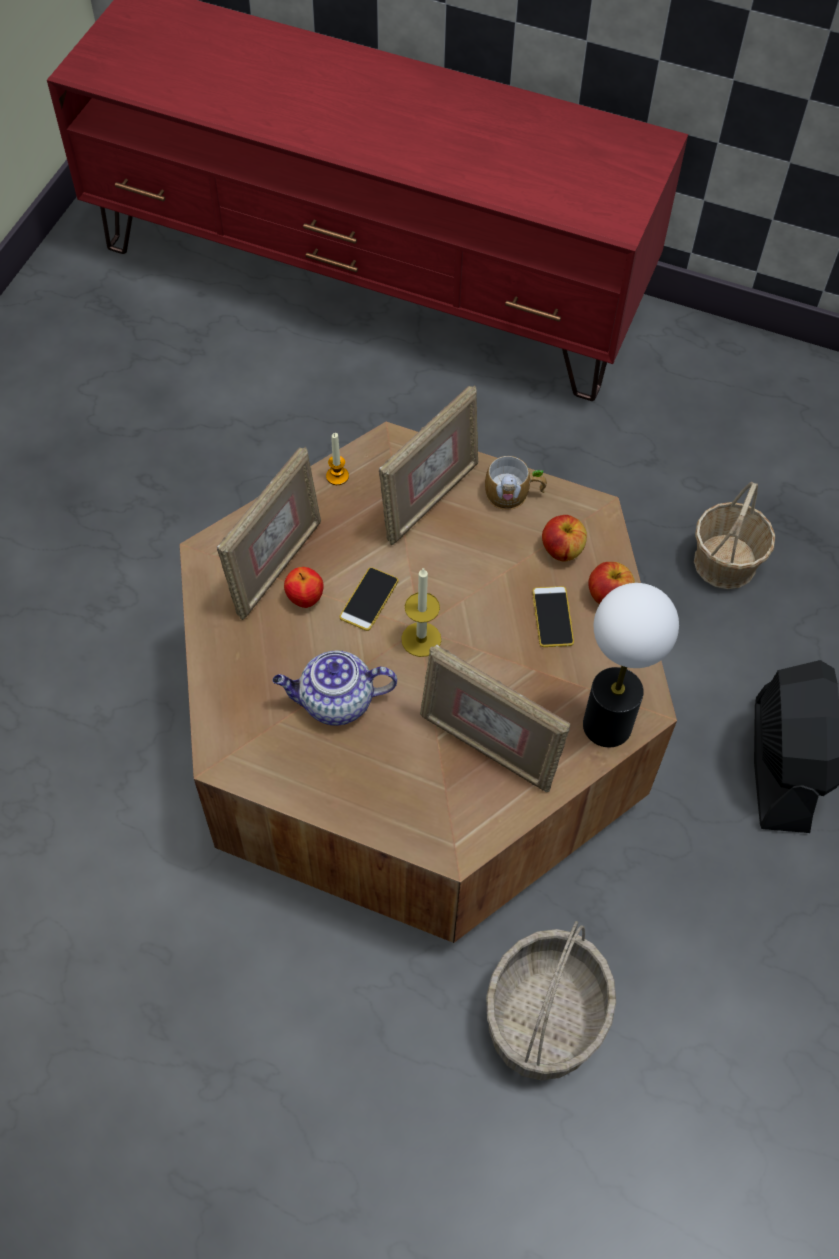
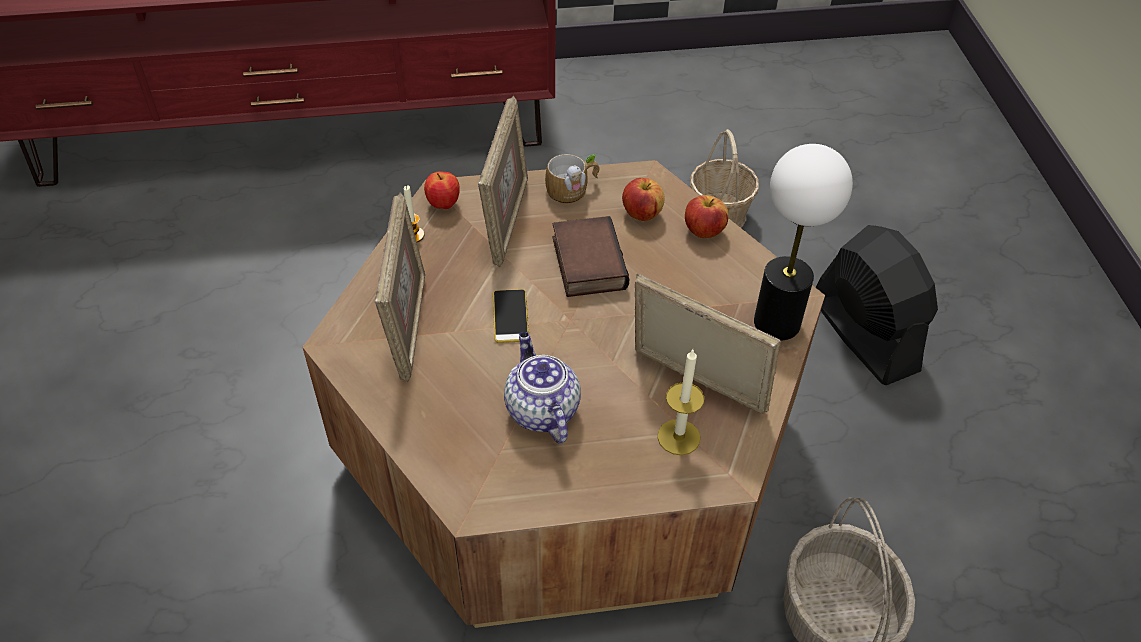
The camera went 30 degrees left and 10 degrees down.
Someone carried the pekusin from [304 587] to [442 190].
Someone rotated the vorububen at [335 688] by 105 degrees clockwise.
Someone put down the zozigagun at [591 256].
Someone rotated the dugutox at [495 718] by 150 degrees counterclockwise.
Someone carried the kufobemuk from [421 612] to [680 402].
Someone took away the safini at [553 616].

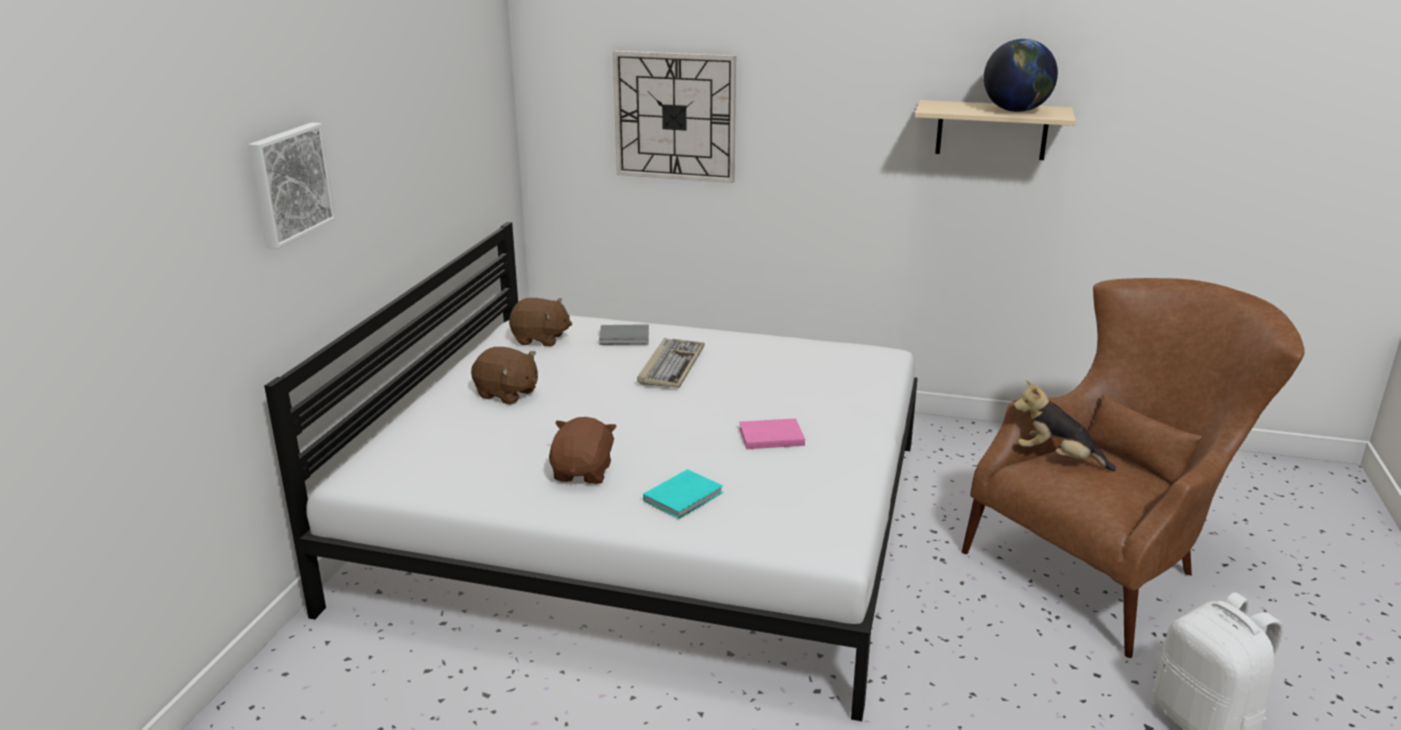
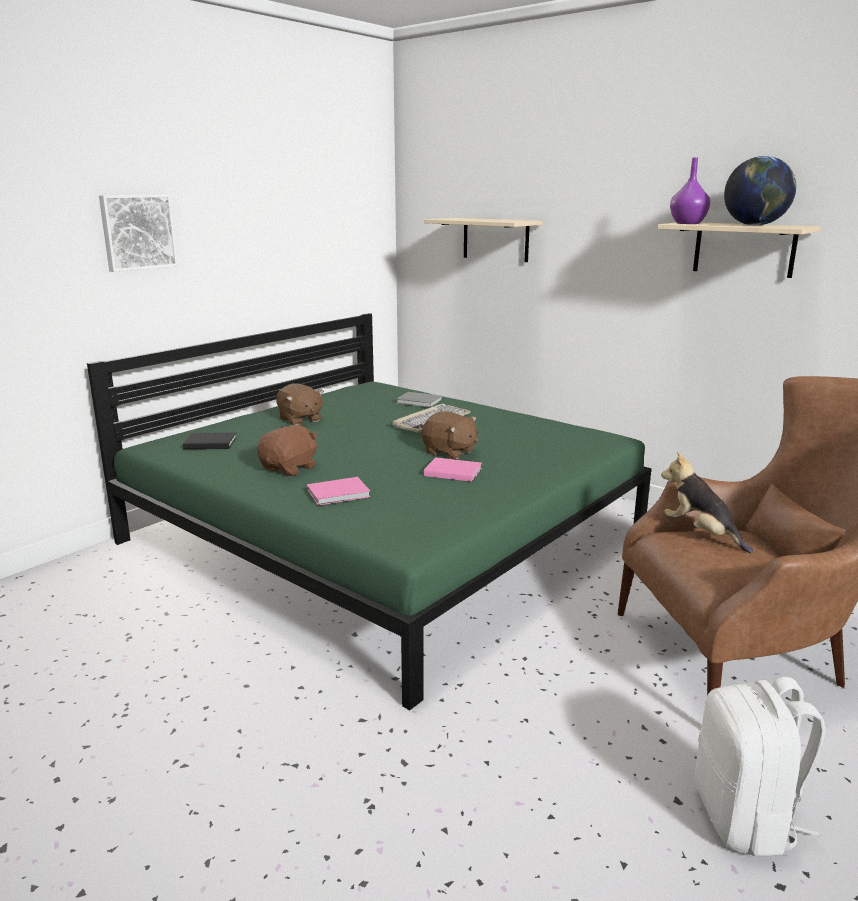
The camera went 25 degrees right and 5 degrees down.
Someone repainted the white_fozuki at [591 471], which became the green_fozuki at [369 511].
Someone put down the black_zozigagun at [210 440].
Someone repainted the turquoise_zozigagun at [683 494], which became the pink_zozigagun at [338 491].
Someone carried the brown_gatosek from [540 322] to [450 435].
Someone swapped the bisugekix at [674 117] for the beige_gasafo at [483 240].
Someone put down the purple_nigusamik at [690 191].

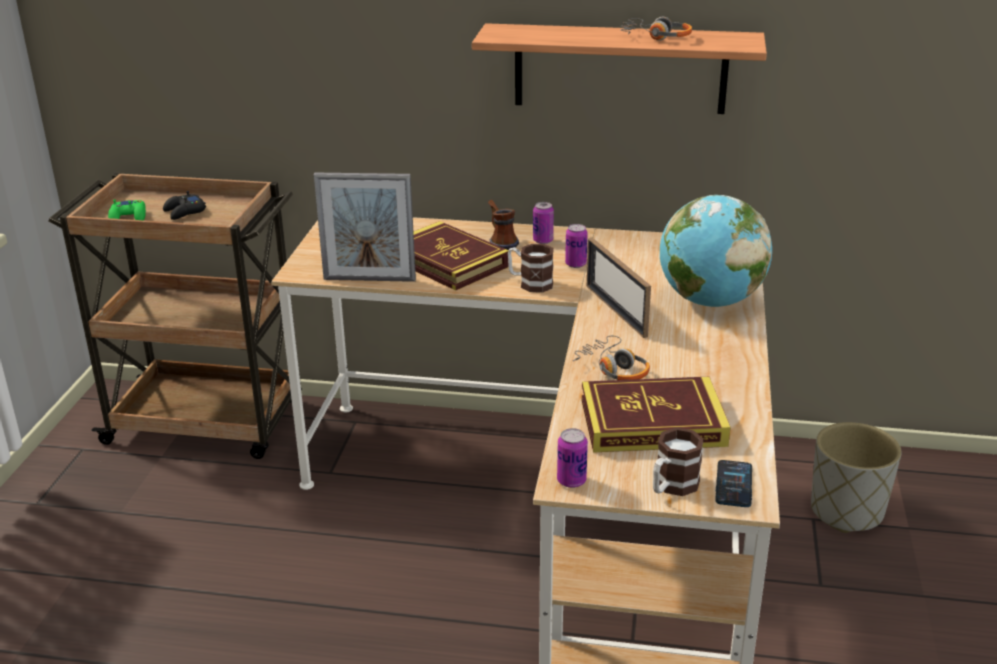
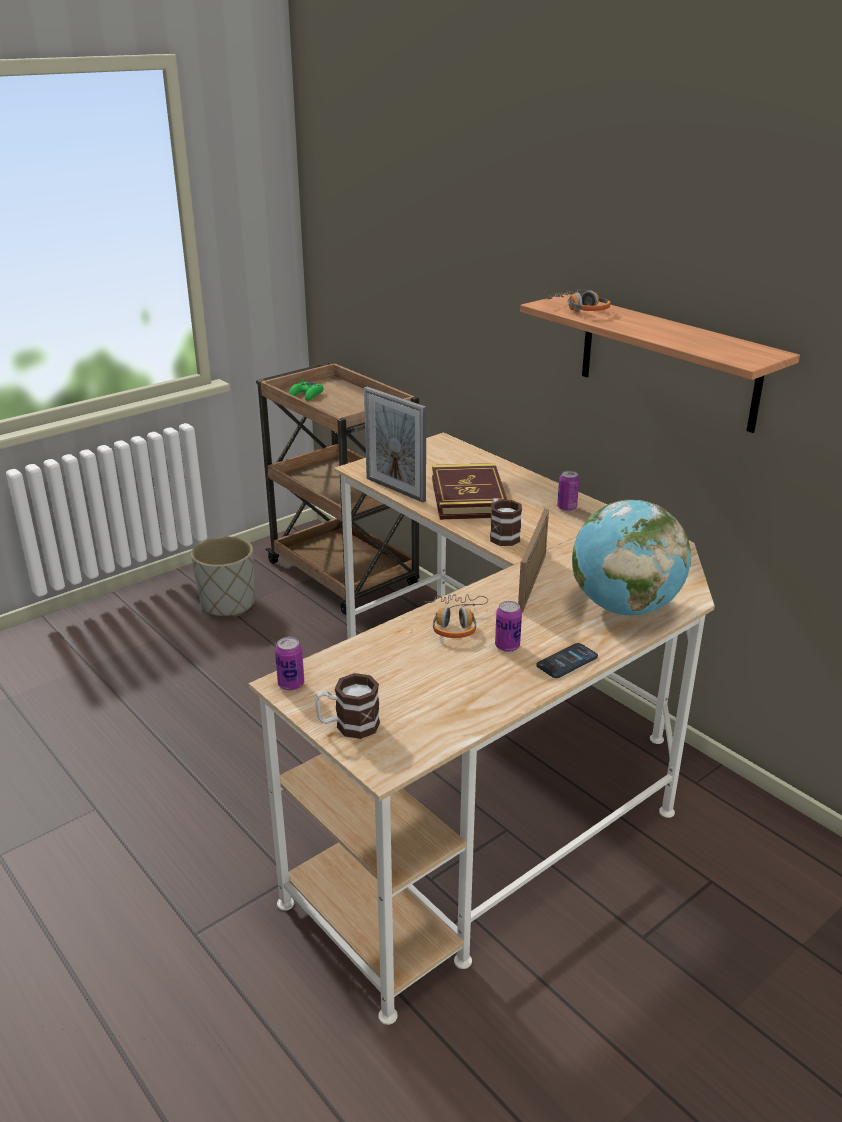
The camera went 40 degrees right and 0 degrees up.
Someone carried the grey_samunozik from [856 477] to [223 577].
Someone carried the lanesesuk from [576 246] to [508 626].
Someone carried the safini from [733 483] to [567 660].
Someone carried the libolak from [656 29] to [579 300].
Someone took away the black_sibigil at [184 205].
Someone took away the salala at [503 225].
Someone took away the zozigagun at [656 415].

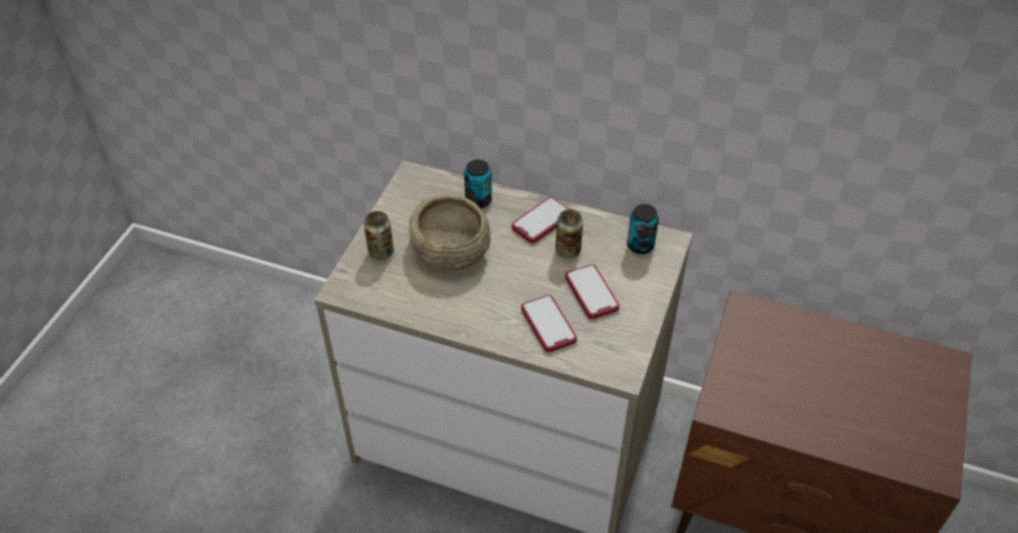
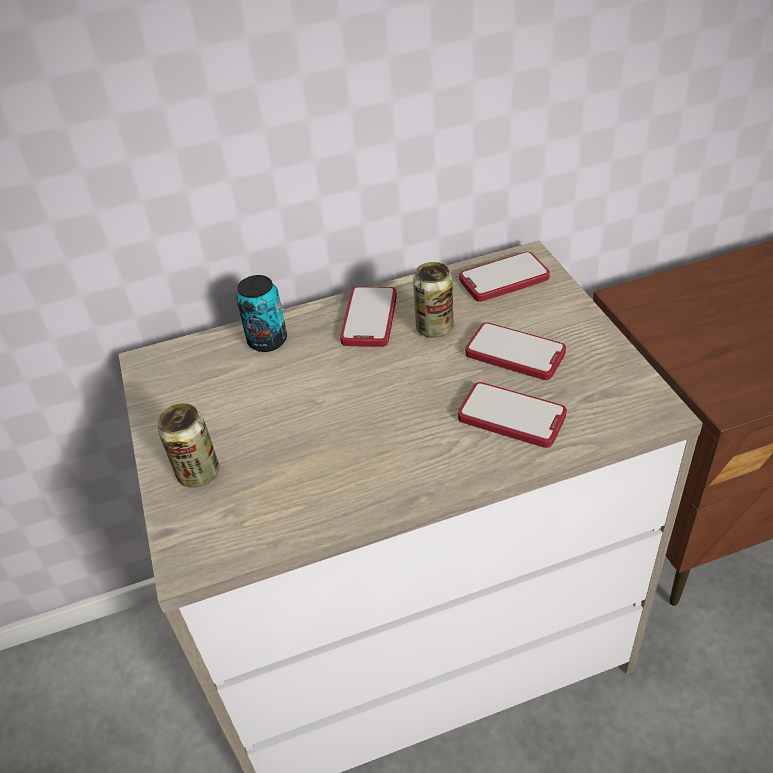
The camera went 35 degrees left and 5 degrees down.
Someone swapped the lanesesuk at [643 229] for the safini at [504 277].
Someone took away the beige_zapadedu at [450 232].

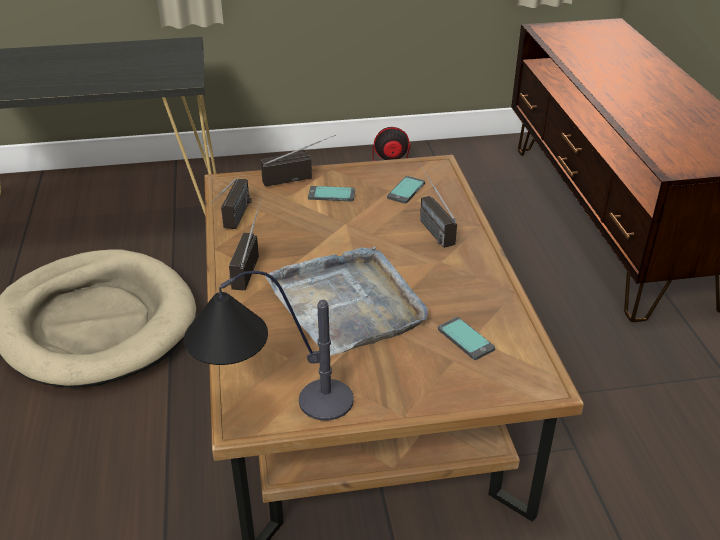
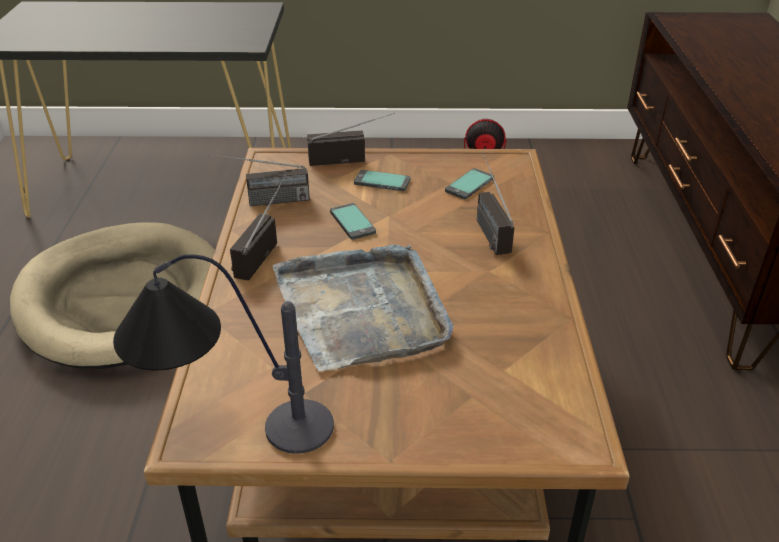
The camera went 10 degrees right and 0 degrees up.
Someone rotated the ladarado at [231 204] by 60 degrees clockwise.
Someone carried the safini from [466 338] to [353 221].

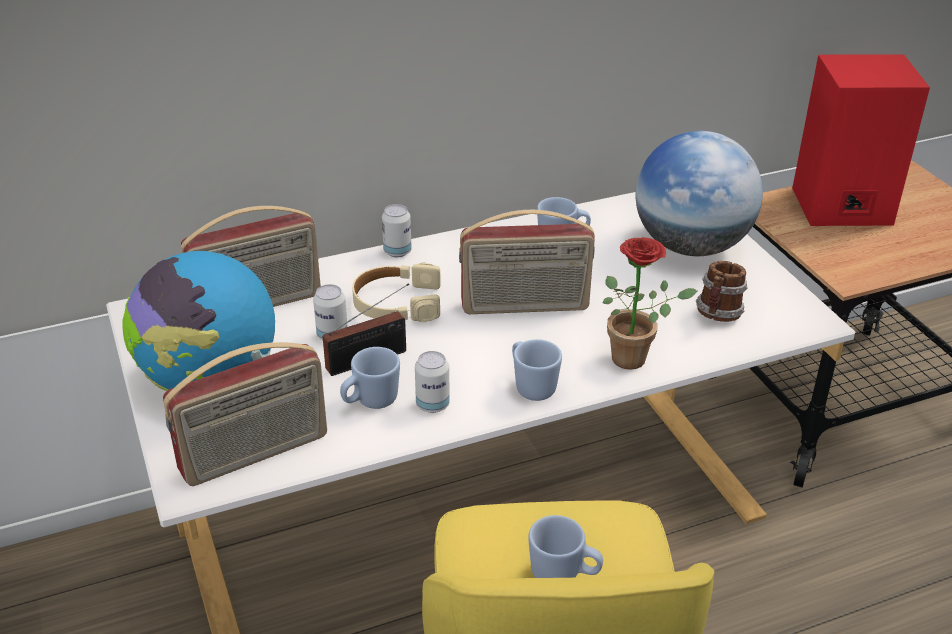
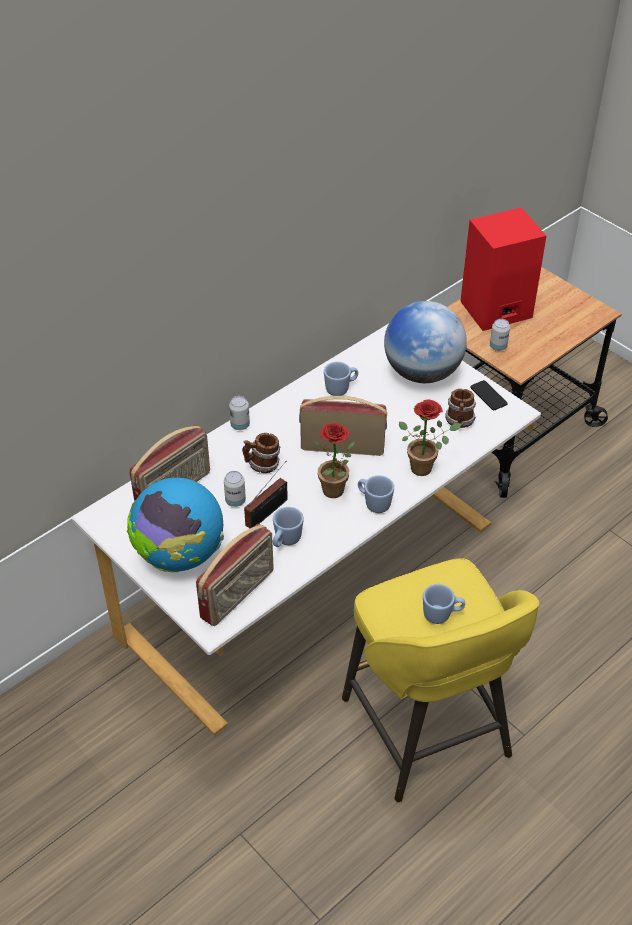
The camera went 20 degrees left and 10 degrees up.
Someone swapped the beige_libolak at [396 292] for the salala at [261 453].
Someone rotated the ladarado at [527 262] by 150 degrees counterclockwise.
Someone put down the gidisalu at [334 460].
Someone put down the safini at [488 395].
Someone carried the lanesesuk from [432 382] to [500 335].

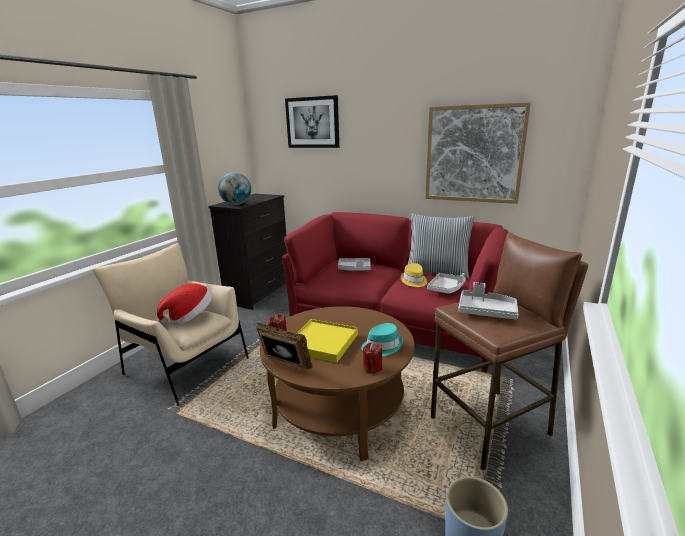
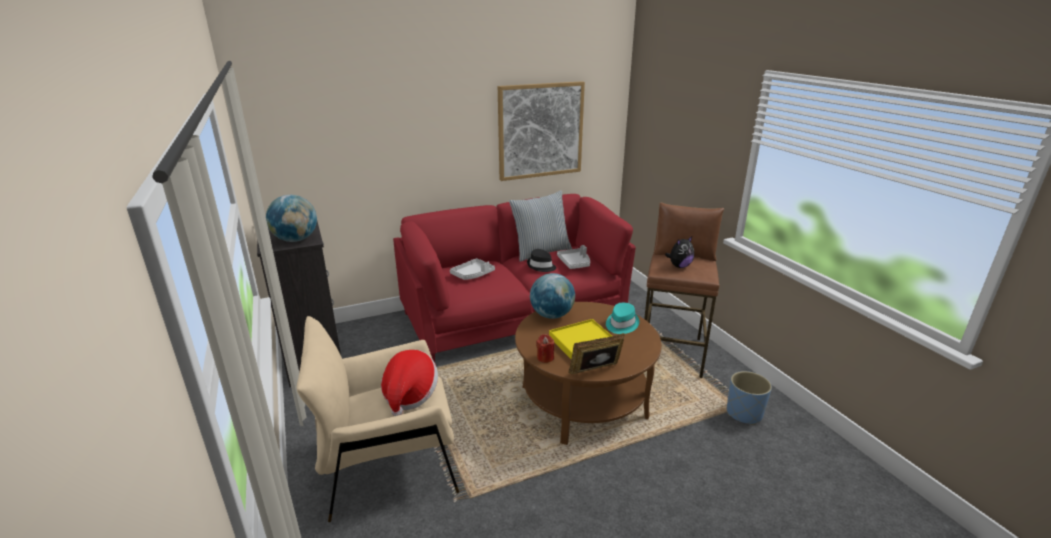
The camera went 50 degrees left and 5 degrees up.
Someone repainted the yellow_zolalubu at [413 275], which became the black_zolalubu at [541 260].
Someone put down the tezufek at [552 296].
Someone swapped the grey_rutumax at [488 300] for the gatosek at [679 252].
Someone took away the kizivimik at [312 121].
Someone took away the red_kufobemuk at [373 358].

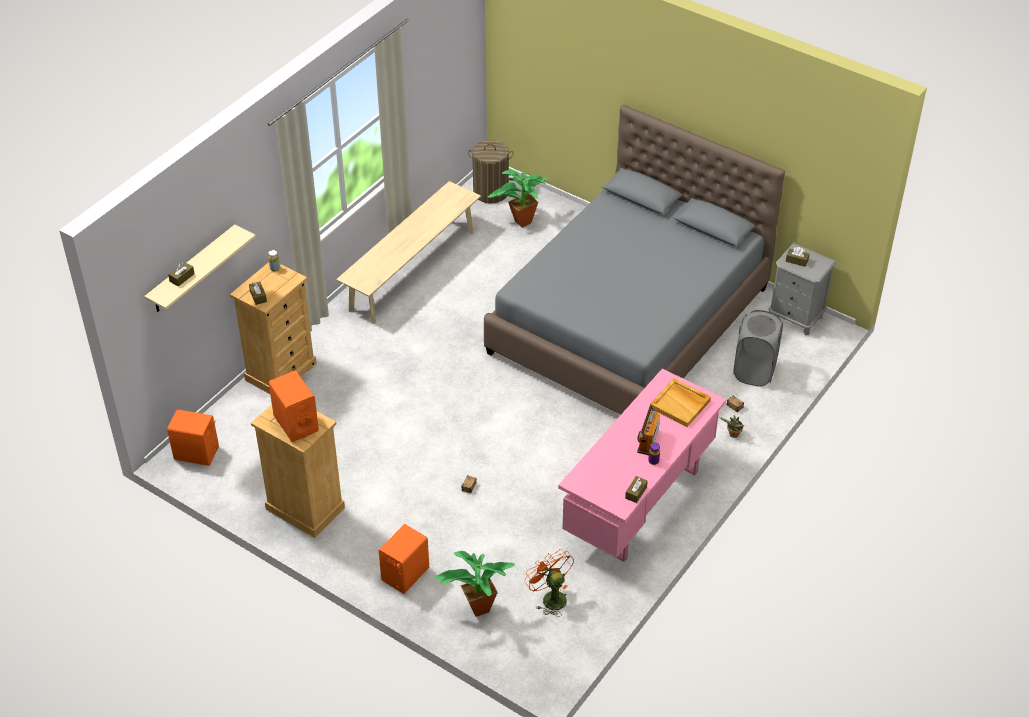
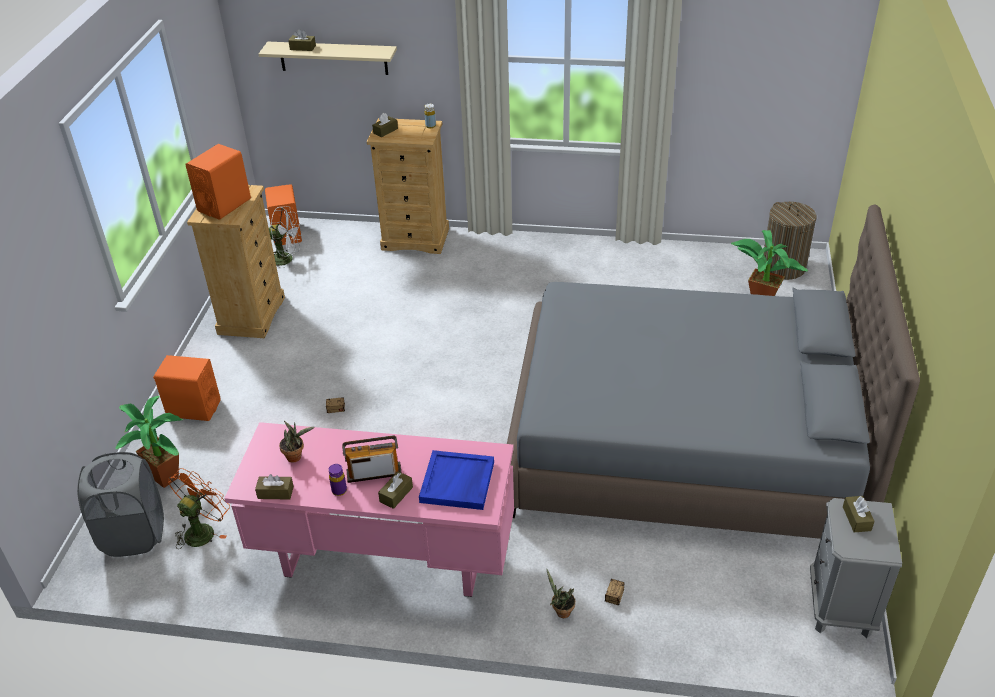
The camera went 65 degrees right and 5 degrees down.
Someone carried the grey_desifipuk from [758 348] to [120 504].
Someone put down the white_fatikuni at [285 238].
Someone put down the gidisalu at [297 442].
Someone put down the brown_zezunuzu at [395 490].
Someone repainted the beige_rutumax at [680 402], which became the blue_rutumax at [456 480].
Someone took away the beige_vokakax at [408 252].

